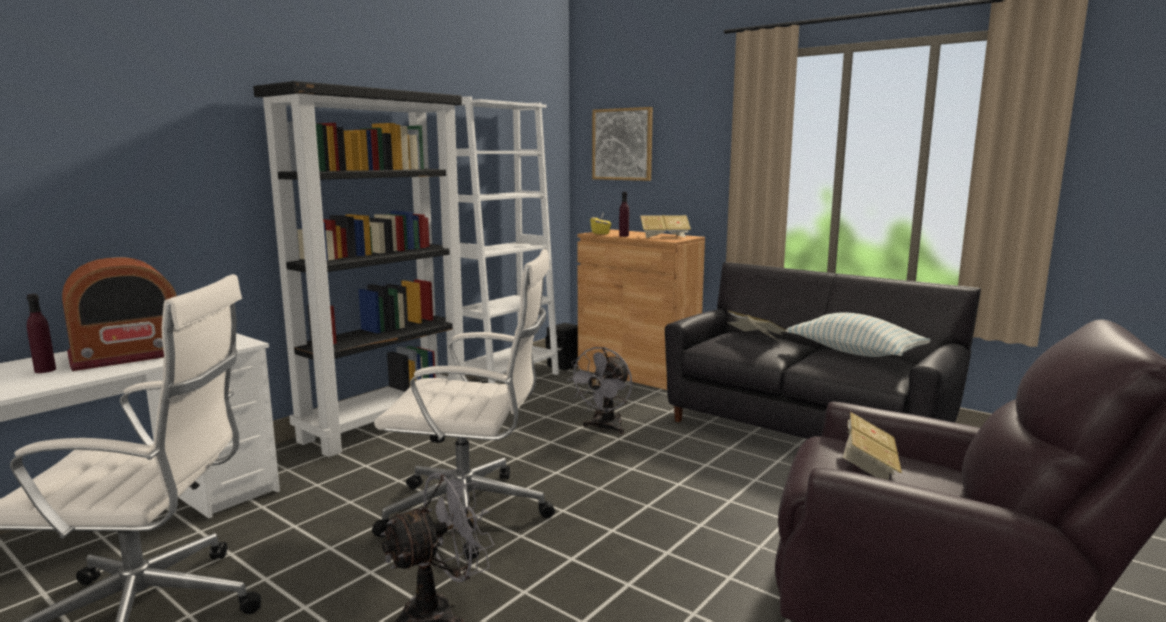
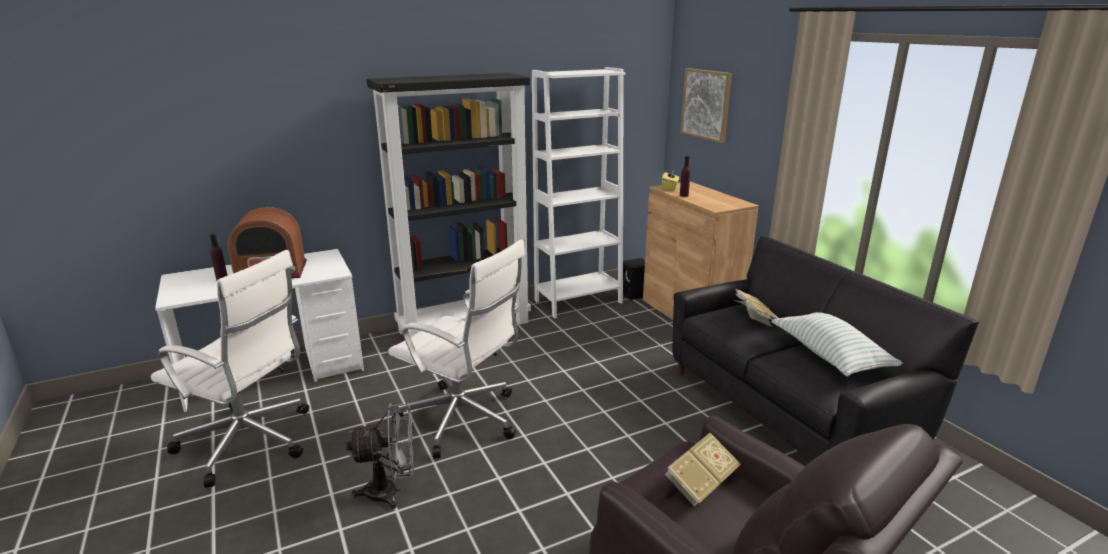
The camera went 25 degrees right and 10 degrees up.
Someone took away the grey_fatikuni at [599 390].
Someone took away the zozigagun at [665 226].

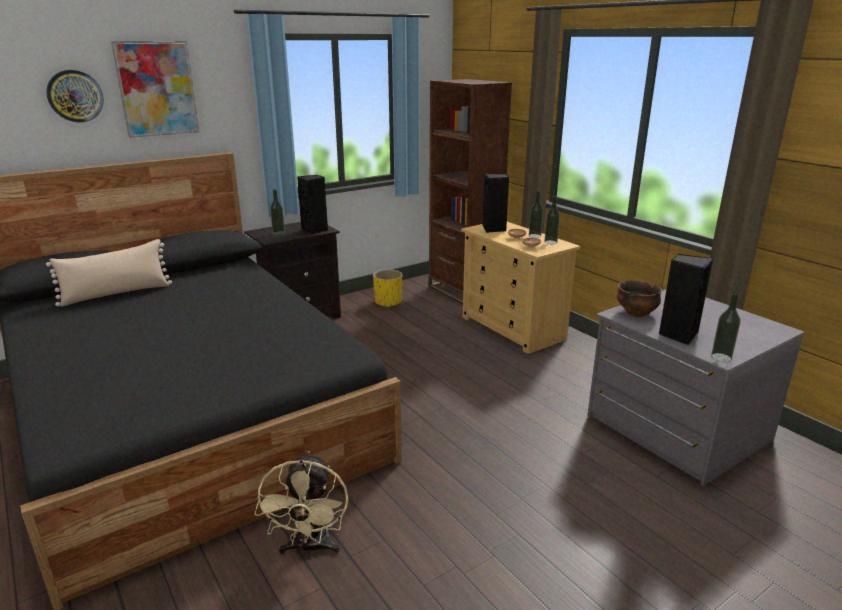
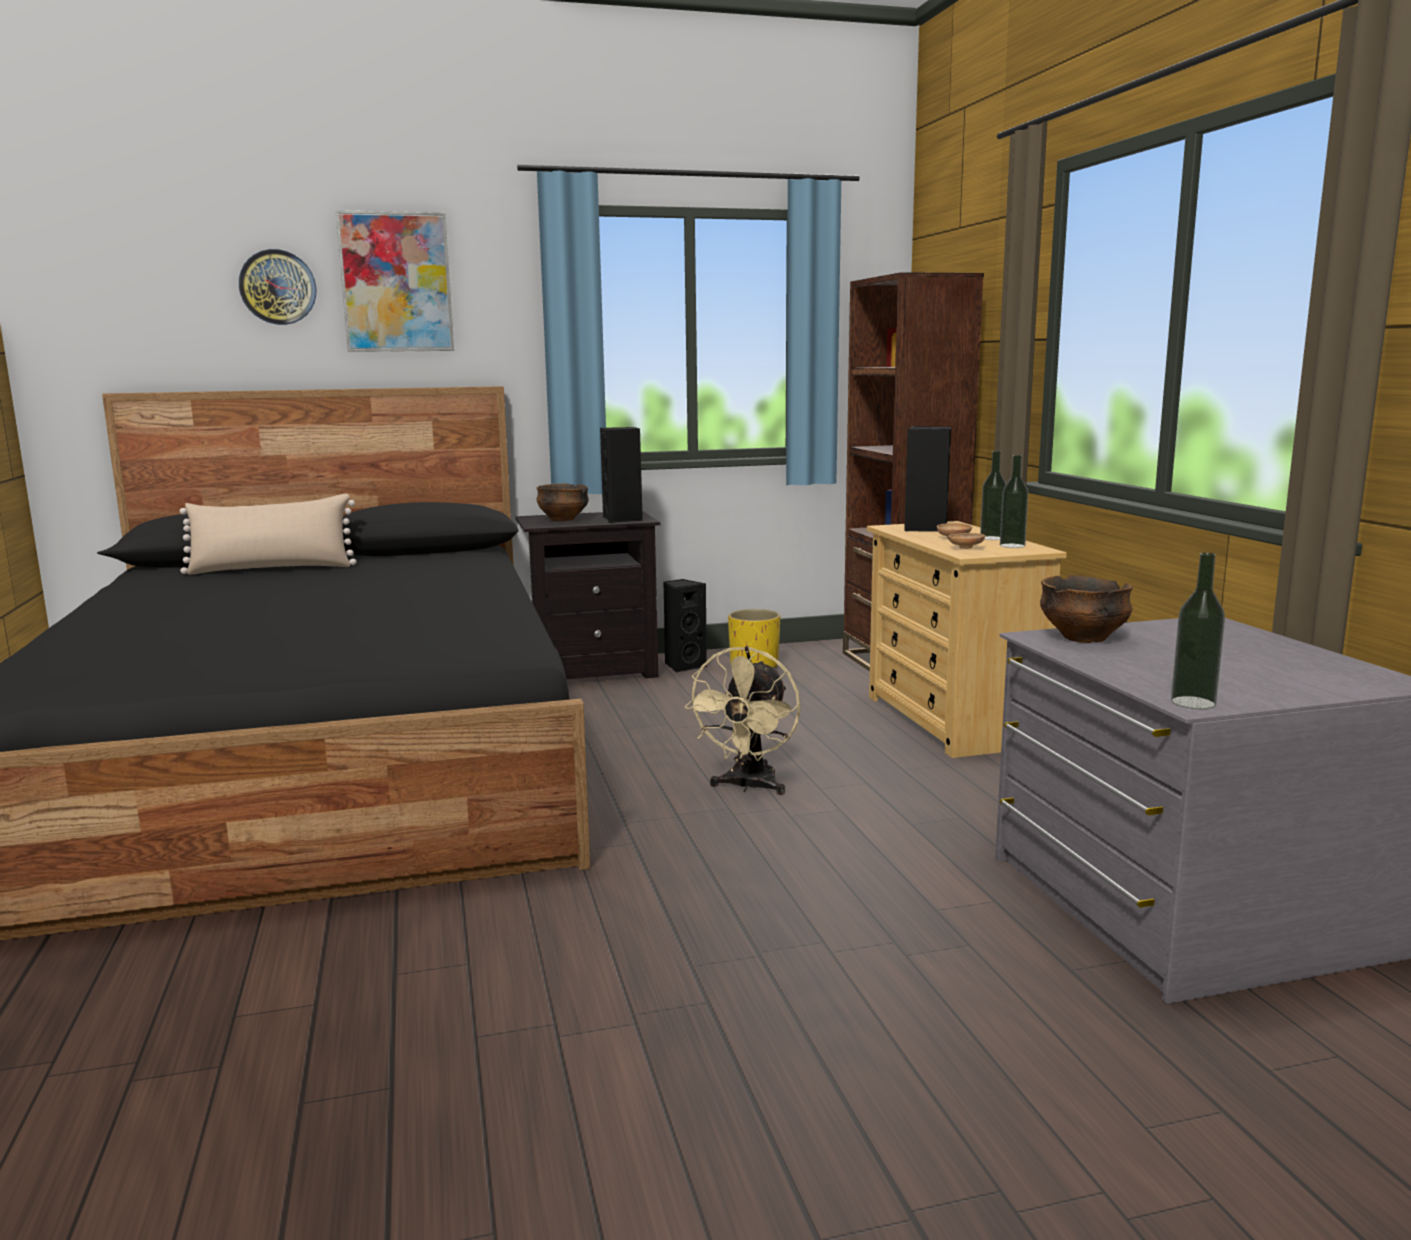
The camera went 20 degrees right and 10 degrees down.
Someone swapped the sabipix at [277 212] for the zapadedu at [562 502].
Someone carried the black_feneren from [685 299] to [685 625].
Someone carried the beige_fatikuni from [301 504] to [743 720].

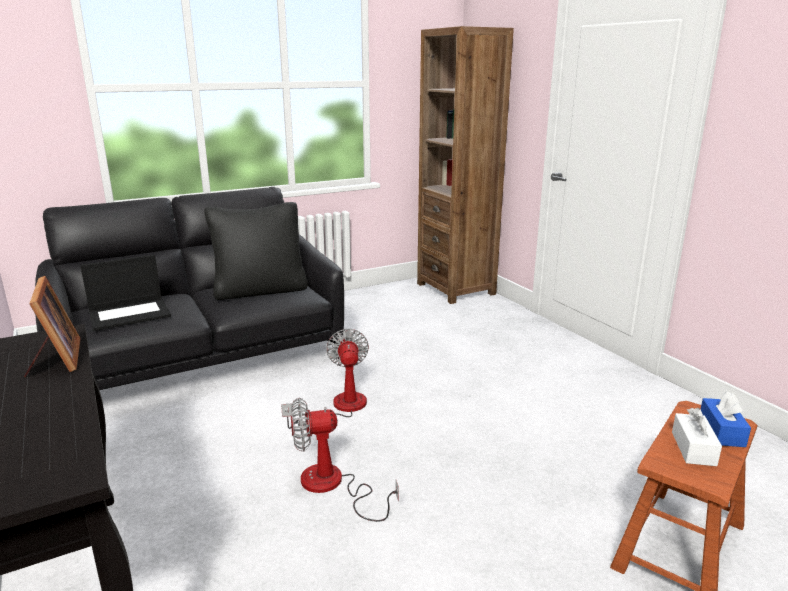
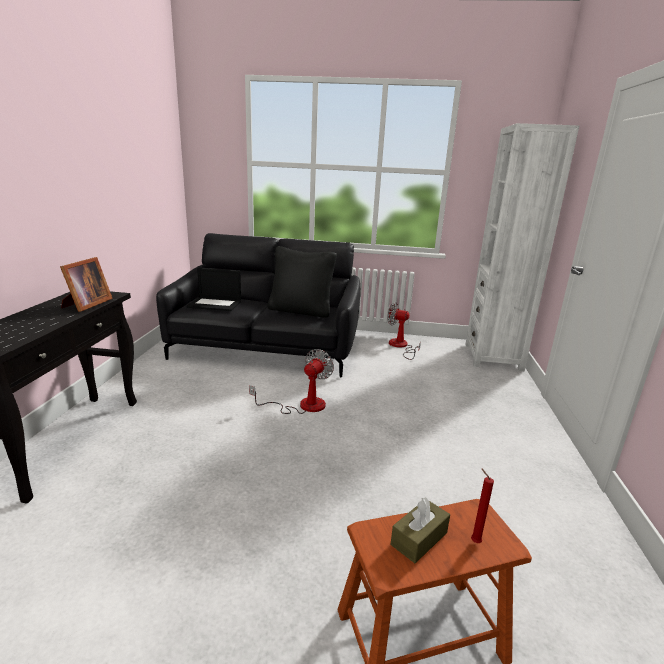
The camera went 35 degrees right and 0 degrees up.
Someone carried the fatikuni from [345 460] to [404 331].
Someone repainted the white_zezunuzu at [697 437], which became the brown_zezunuzu at [420 530].
Someone repainted the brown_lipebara at [465 165], which became the white_lipebara at [522 247].
Someone swapped the blue_zezunuzu at [725 419] for the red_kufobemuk at [482 505].

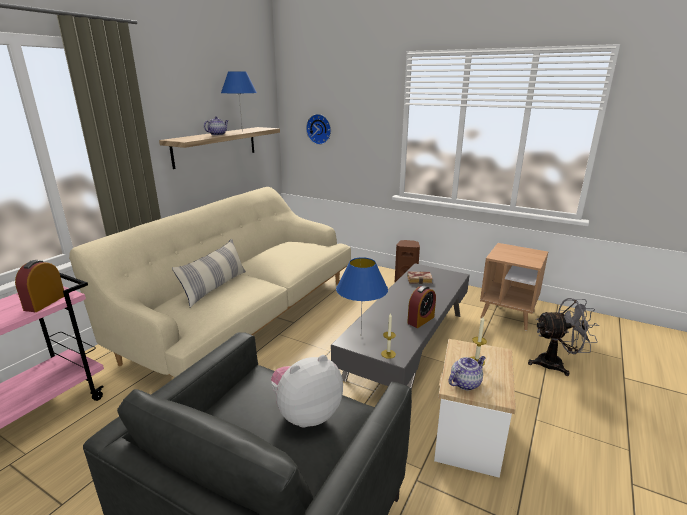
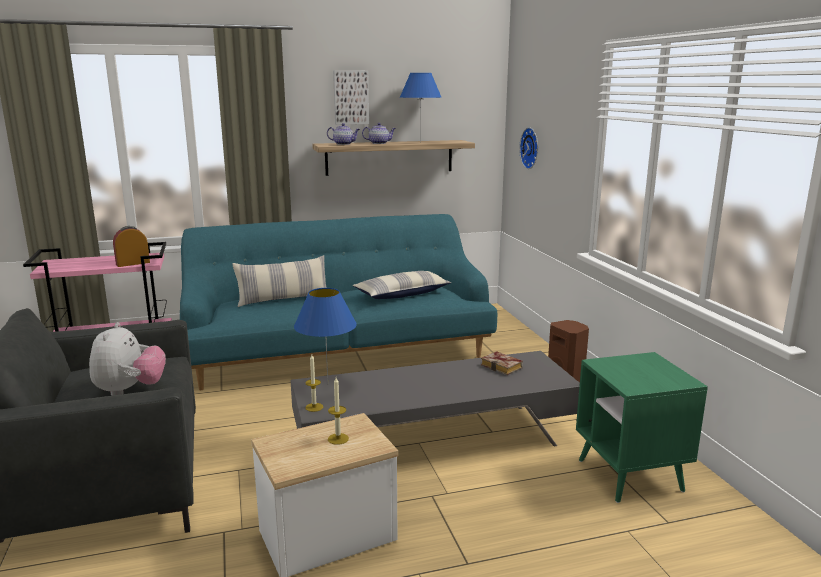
The camera went 45 degrees right and 5 degrees down.
Someone rotated the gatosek at [307 391] by 75 degrees clockwise.
Someone repainted the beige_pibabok at [210 282], which became the turquoise_pibabok at [338 302].
Someone carried the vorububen from [467 373] to [343 134].
Someone put up the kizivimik at [351 97].
Someone put down the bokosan at [402 285].
Someone repainted the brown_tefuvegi at [514 287], which became the green_tefuvegi at [642 427].
Someone took away the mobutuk at [421 307].
Someone took away the grey_fatikuni at [563 337].

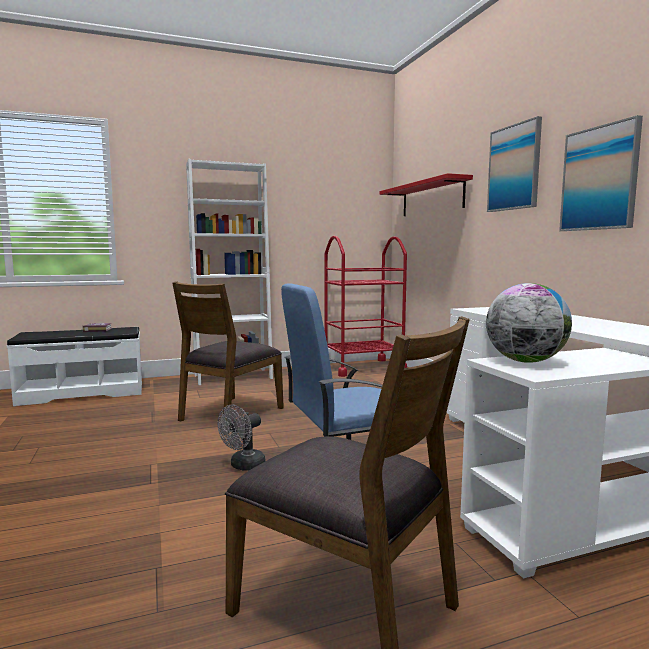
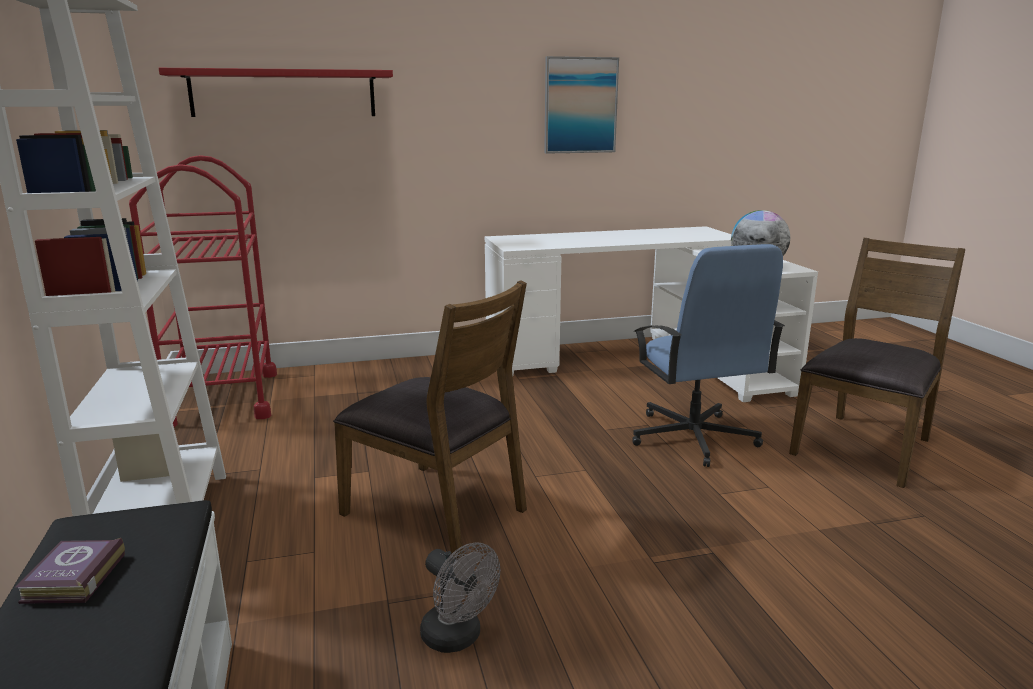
The camera went 85 degrees left and 10 degrees up.
Someone carried the grey_fatikuni from [241 438] to [460 597].
Someone took away the kizivimik at [514 164].

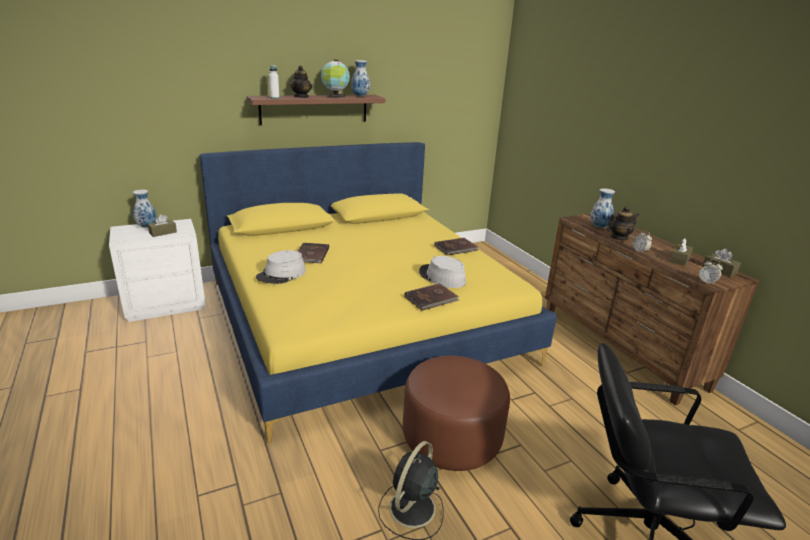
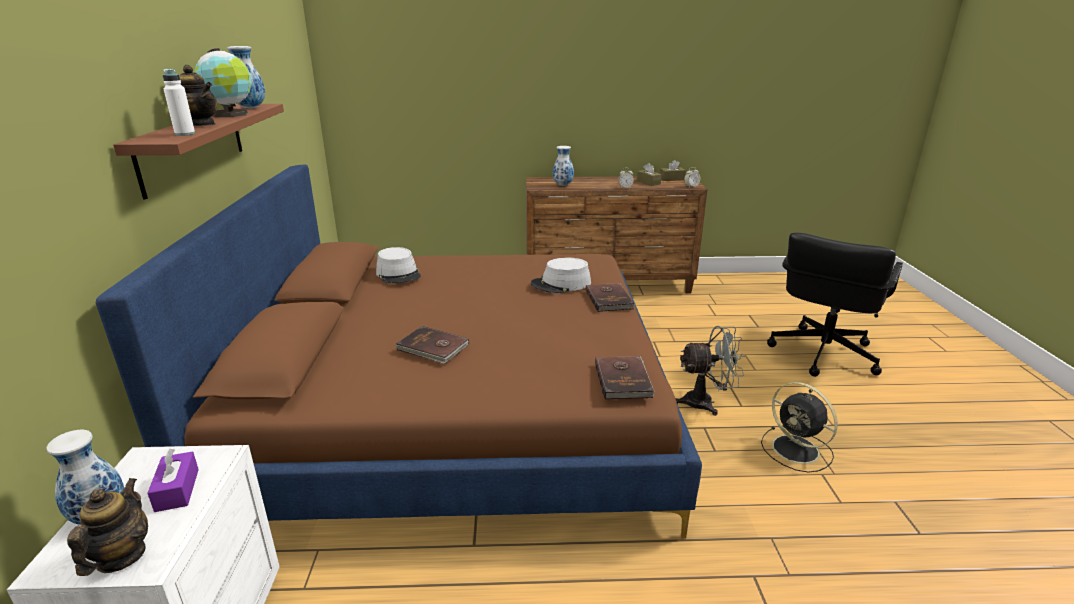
The camera went 65 degrees left and 0 degrees up.
Someone carried the vorububen from [623 223] to [107 527].
Someone repainted the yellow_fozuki at [378 293], which became the brown_fozuki at [399 351].
Someone repainted the brown_zezunuzu at [162 225], which became the purple_zezunuzu at [173 480].
Someone carried the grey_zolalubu from [281 267] to [398 265].
Someone carried the brown_zozigagun from [456 247] to [625 378].
Someone swapped the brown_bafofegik at [456 413] for the grey_fatikuni at [710 371].

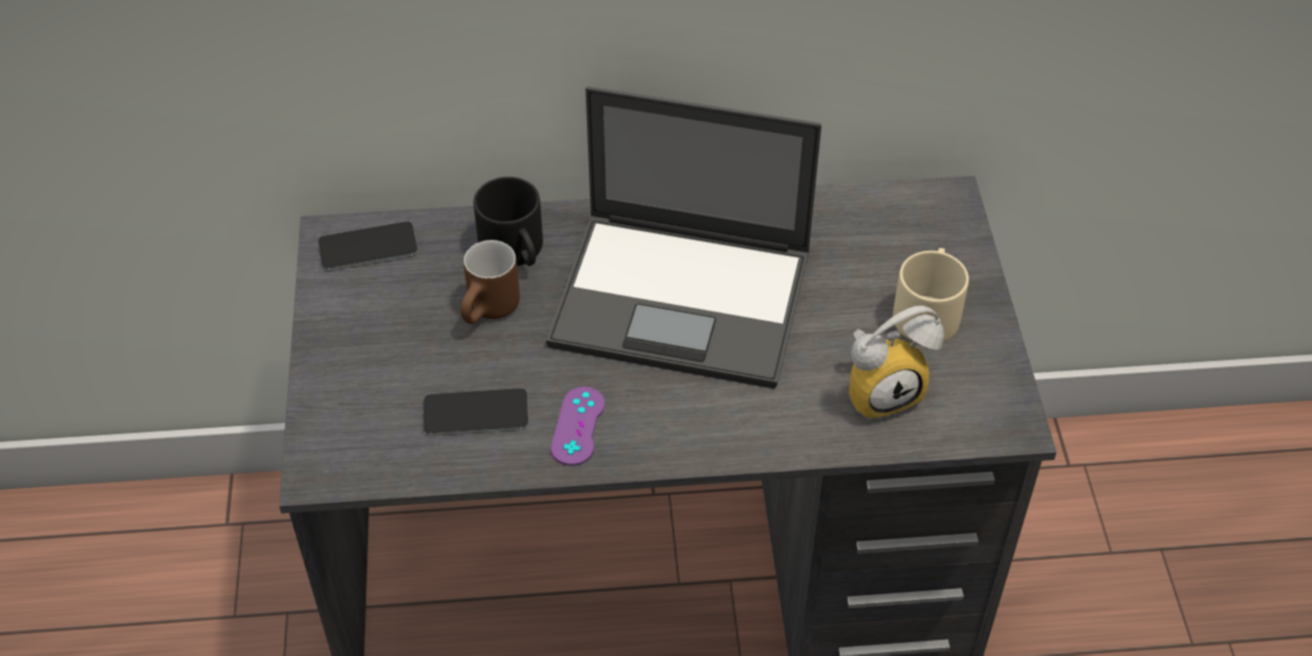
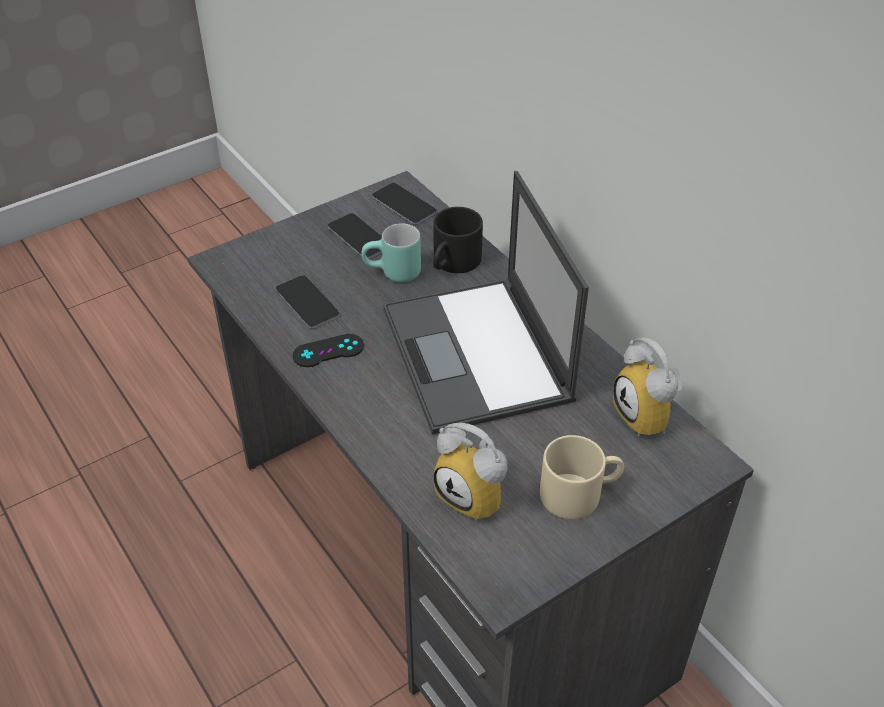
The camera went 60 degrees right and 5 degrees down.
Someone repainted the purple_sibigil at [578 426], which became the black_sibigil at [328 350].
Someone put down the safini at [355 236].
Someone repainted the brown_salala at [490 282], which became the turquoise_salala at [391 252].
Someone put down the mobutuk at [648 387].

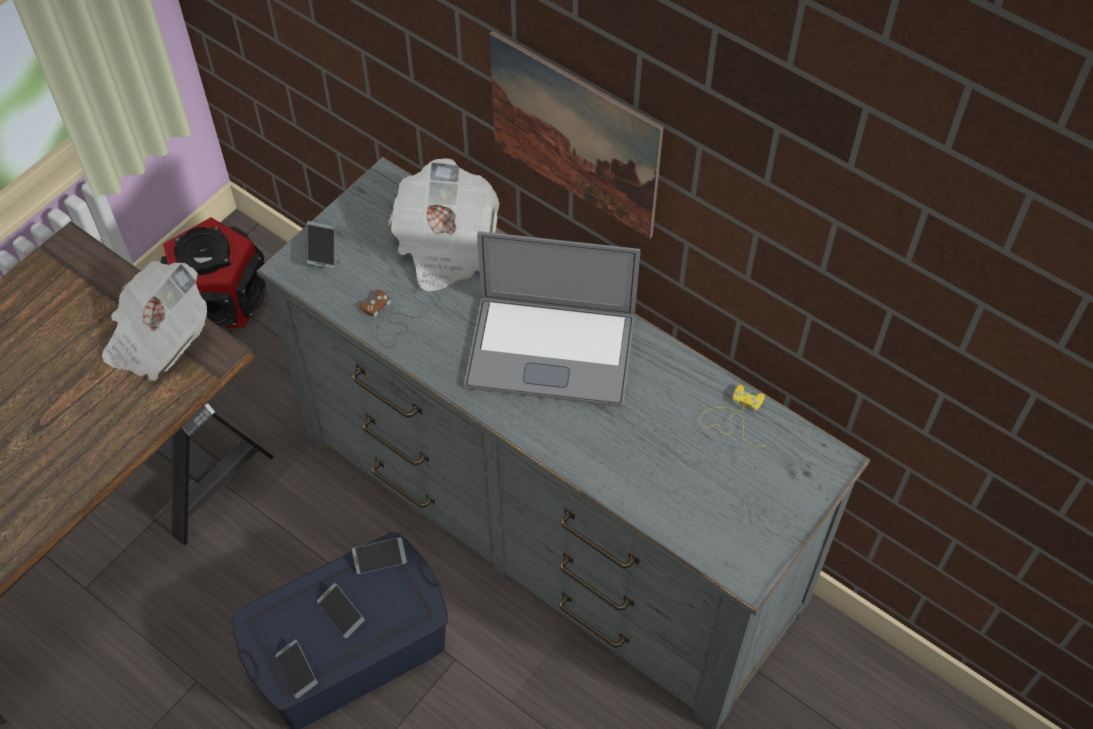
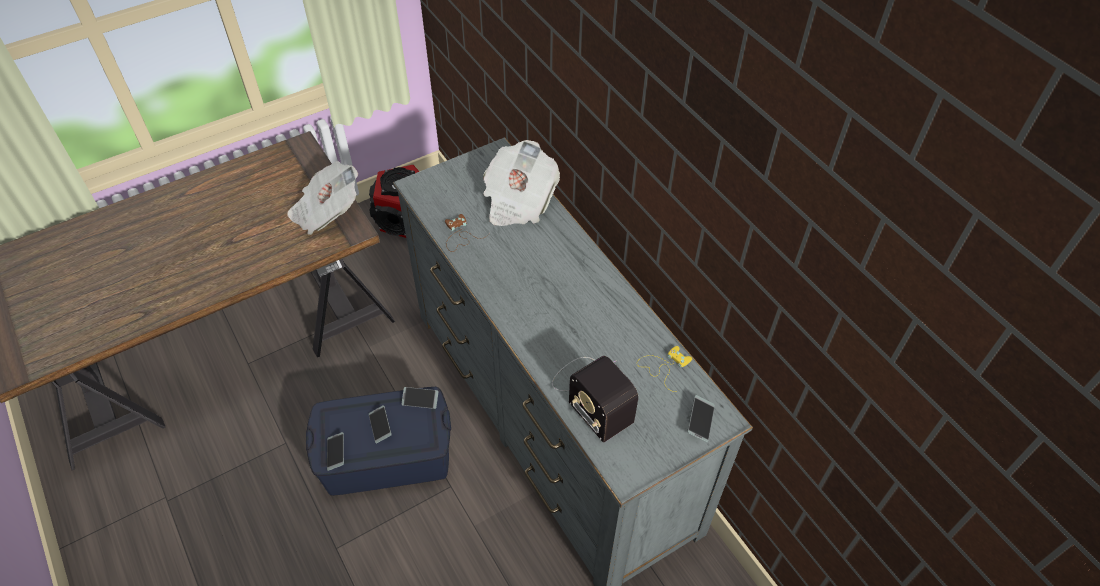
The camera went 20 degrees right and 5 degrees down.
Someone put down the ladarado at [595 399].
Someone carried the safini from [321 245] to [701 419].
Someone took away the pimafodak at [552 319].
Someone took away the kizivimik at [577 135].

